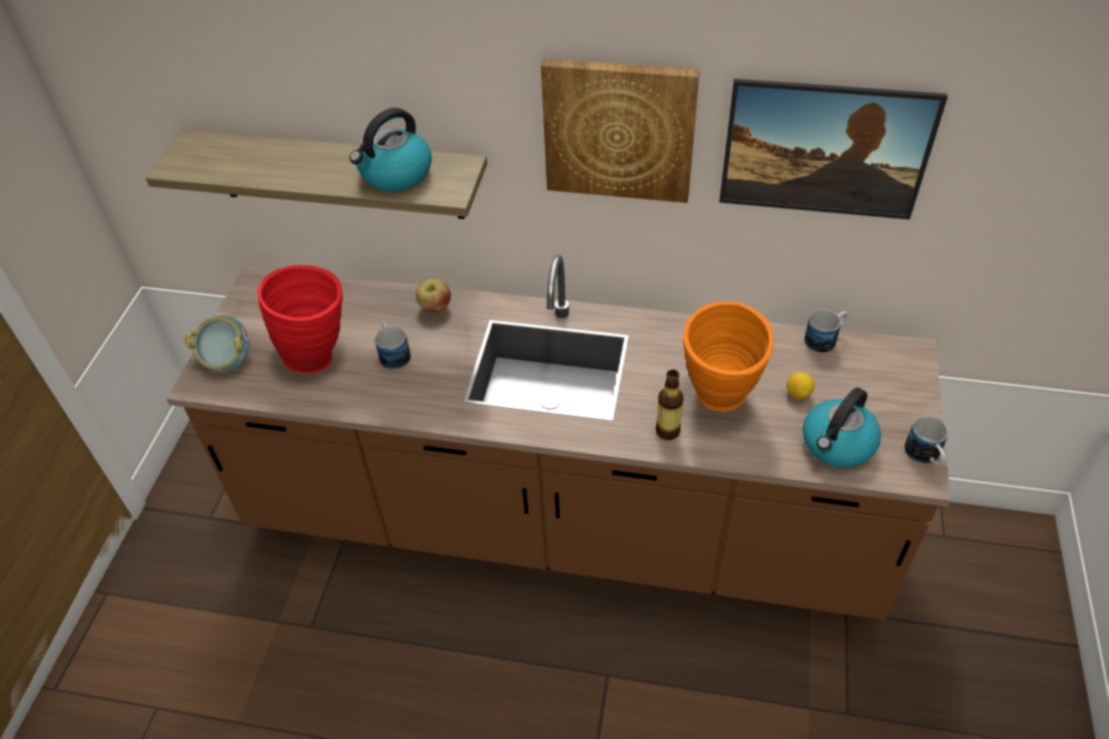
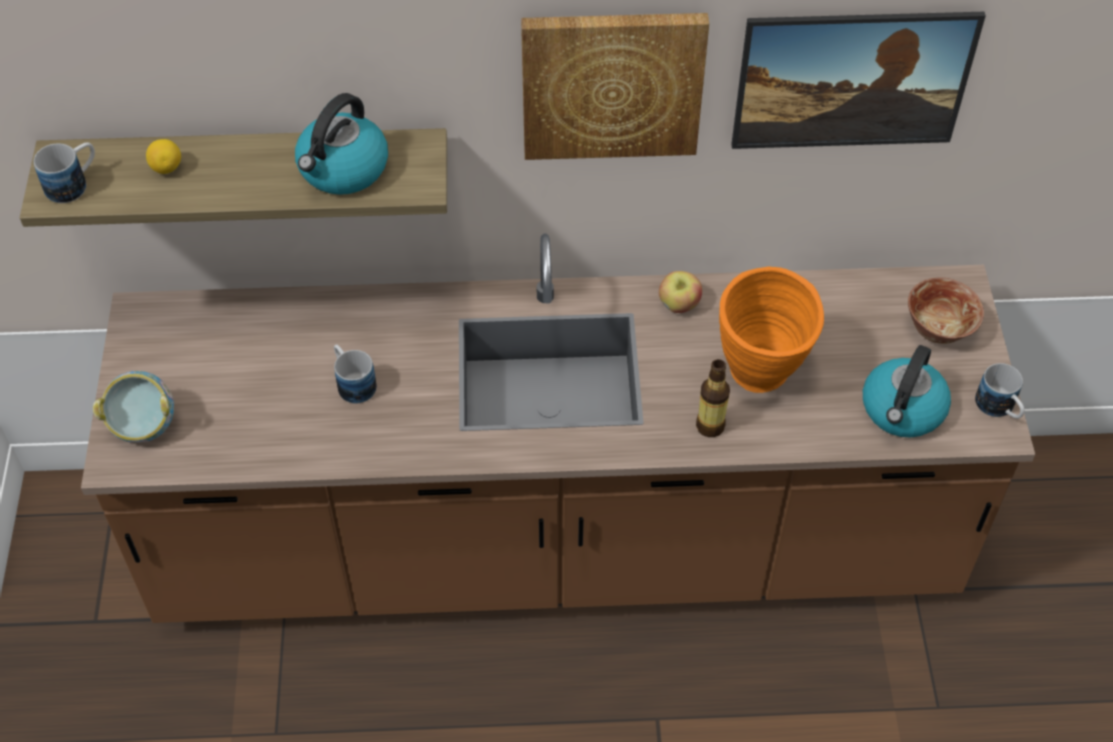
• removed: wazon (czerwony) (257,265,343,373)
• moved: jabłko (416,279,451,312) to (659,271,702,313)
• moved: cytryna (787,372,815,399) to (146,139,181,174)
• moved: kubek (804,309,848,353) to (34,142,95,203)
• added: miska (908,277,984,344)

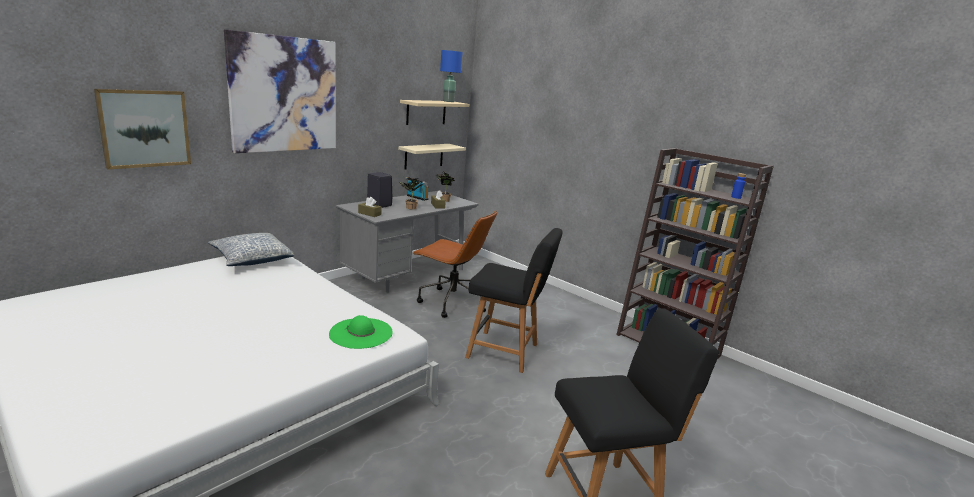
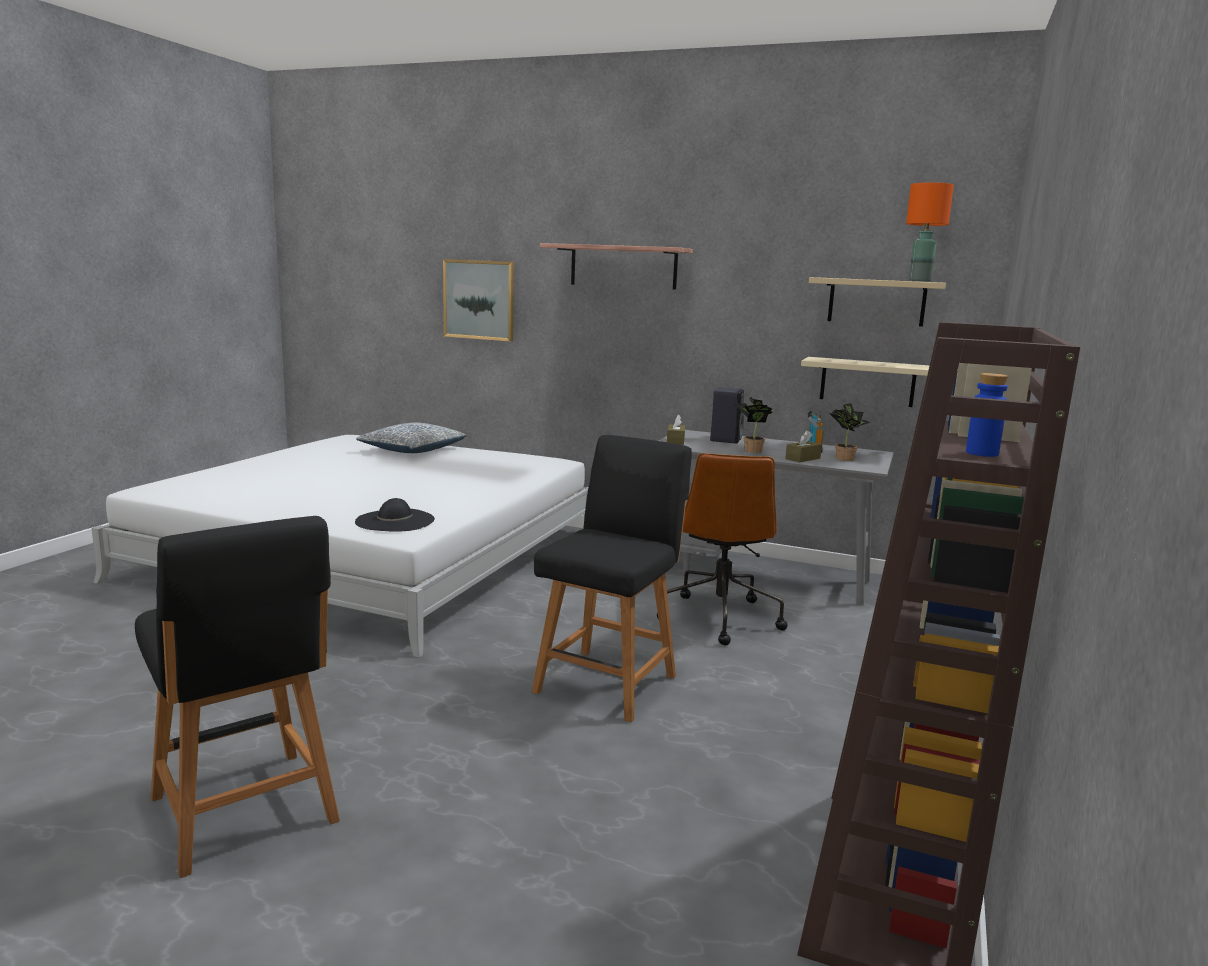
• moved: poduszka (208,233,294,266) to (356,422,466,453)
• replaced: obraz (224,29,336,153) to półka (540,243,693,290)
• recoloured: kapelusz (zielony) (329,315,393,349) to kapelusz (czarny) (355,498,435,532)
• recoloured: lampa stołowa (niebieski) (440,50,462,102) to lampa stołowa (pomarańczowy) (906,182,954,282)
• turned: krzesło (czarny) (465,228,563,373) = (532,435,692,722) 150 degrees counterclockwise

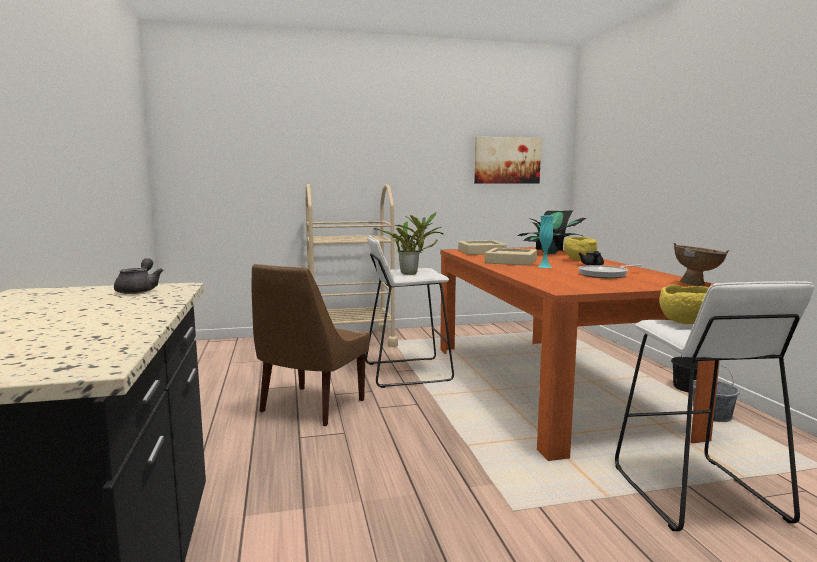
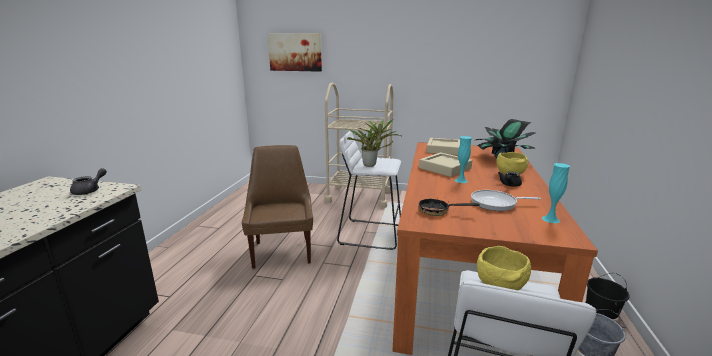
• turned: krzesło (brązowy) (252,264,370,426) = (242,145,313,269) 120 degrees clockwise
• moved: obraz (474,137,541,184) to (268,33,322,72)
• removed: miska (brązowy) (674,243,729,286)
• added: patelnia (418,198,480,216)
• added: wazon (turkusowy) (542,163,570,223)

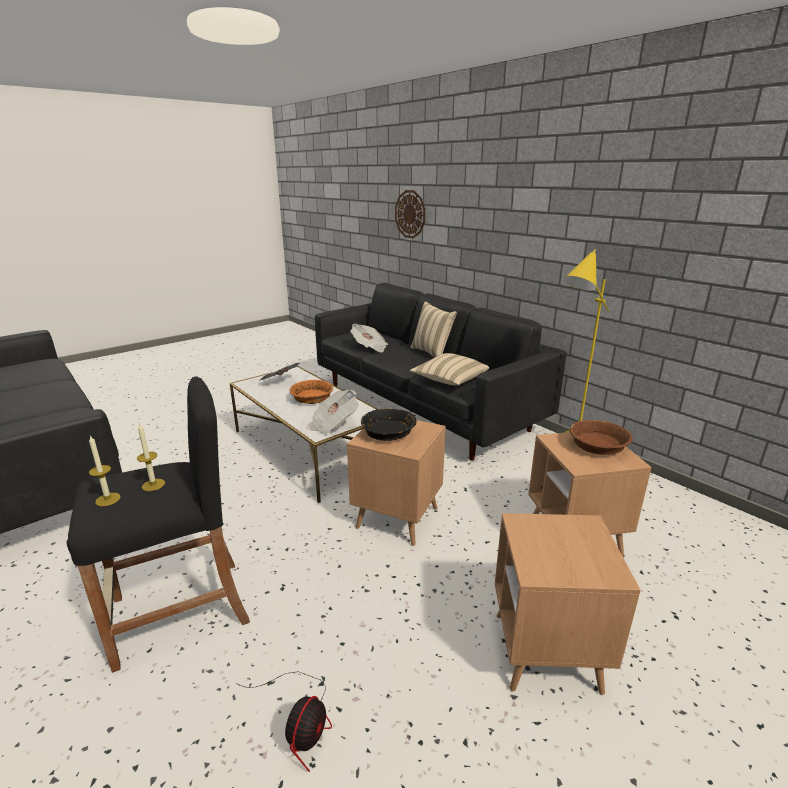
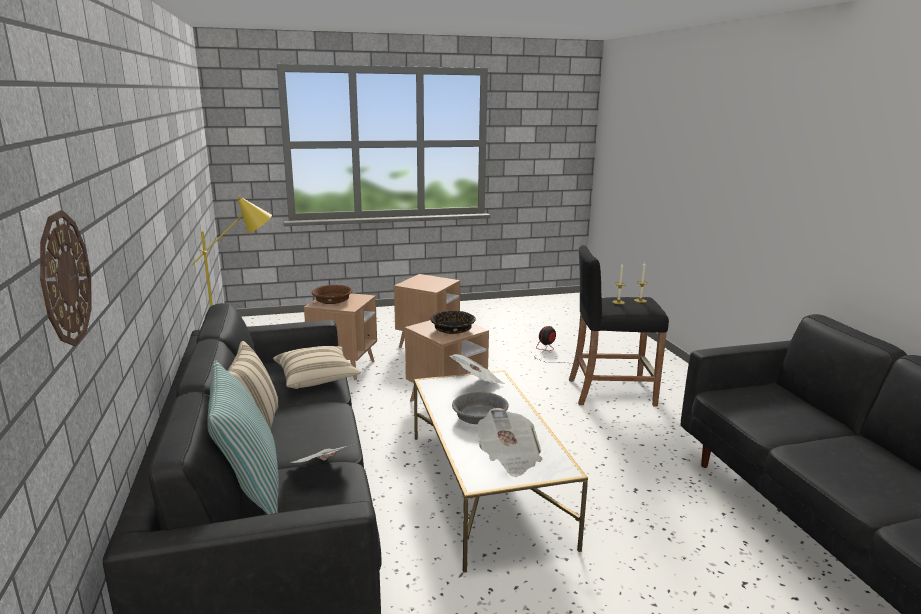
• recoloured: miska (pomarańczowy) (290,380,333,404) to miska (szary) (452,391,509,424)
• added: poduszka (207,360,279,514)

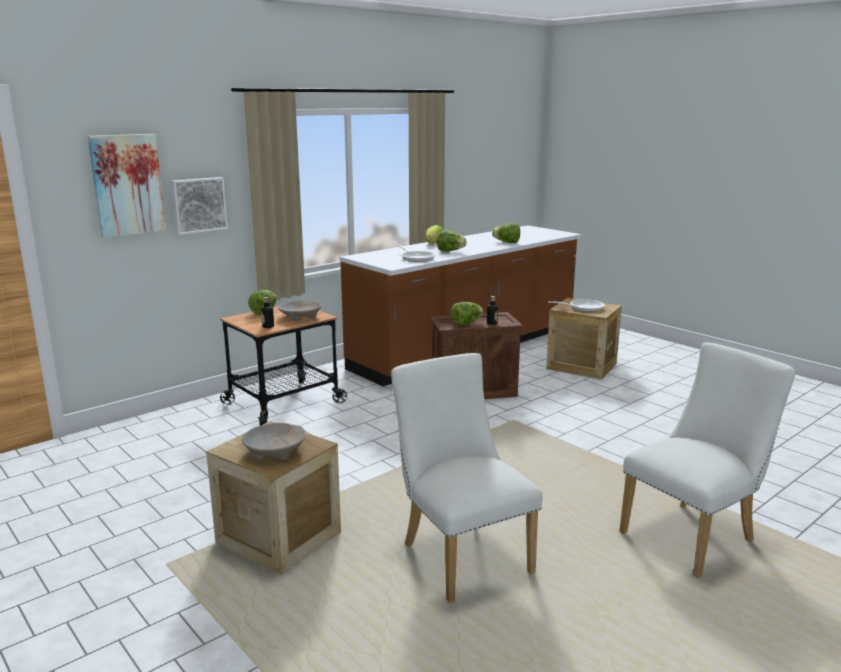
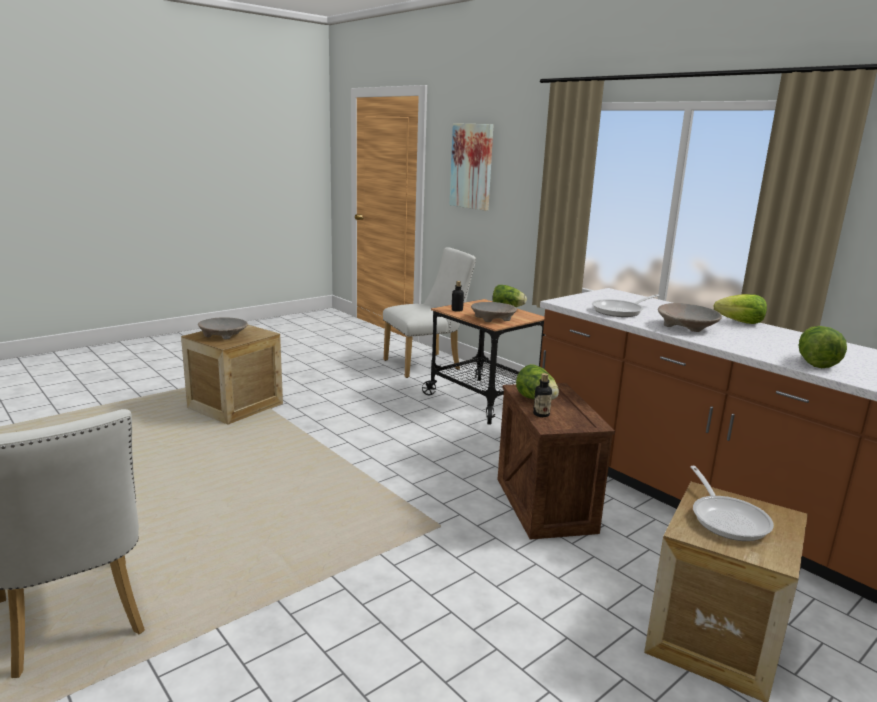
• removed: obraz (171,177,228,235)
• moved: krzesło (biały) (391,353,543,603) to (383,247,476,378)
• replaced: sałata (437,230,467,252) to miska (beżowy) (658,303,722,332)

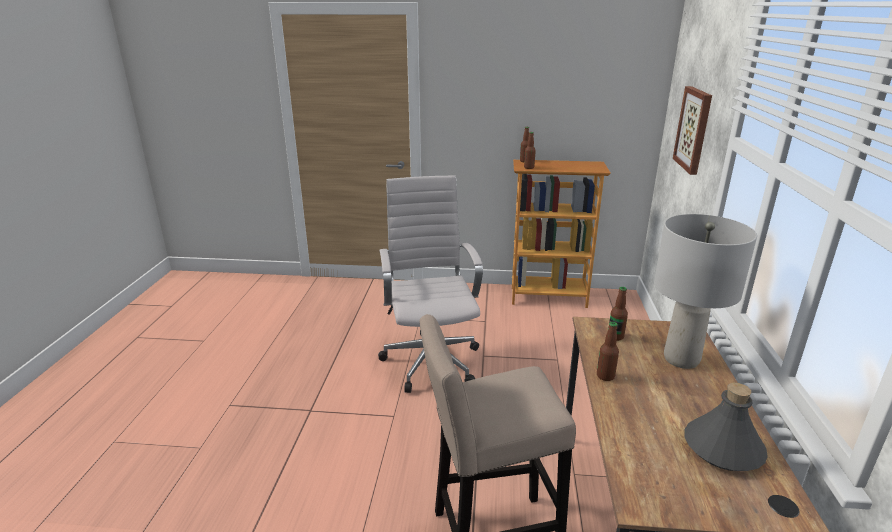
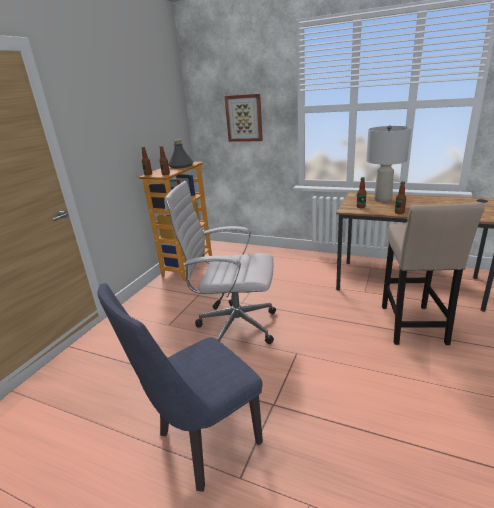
• moved: butelka (szary) (685,383,768,471) to (168,139,194,168)
• added: krzesło (niebieski) (97,283,263,492)

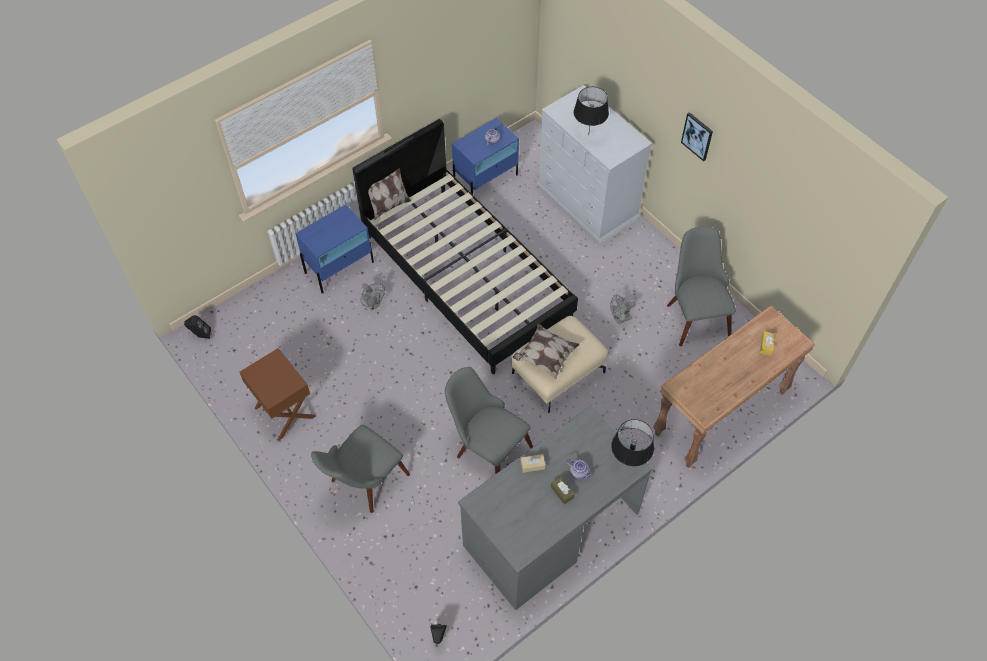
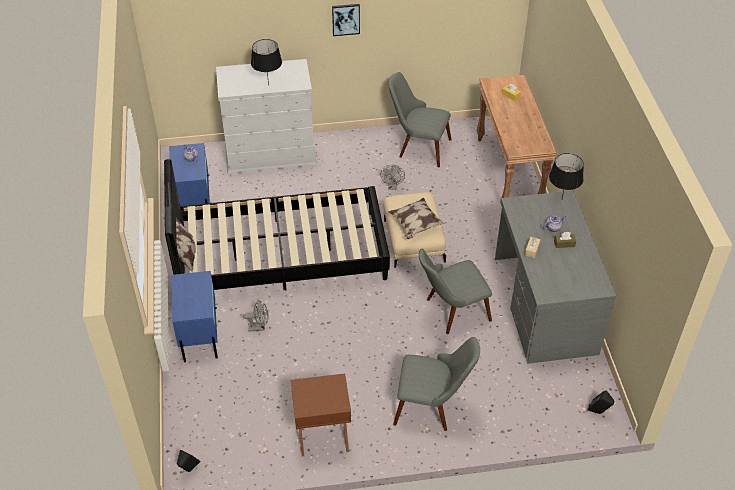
• turned: krzesło (szary) (311,425,410,513) = (393,337,480,431) 60 degrees counterclockwise

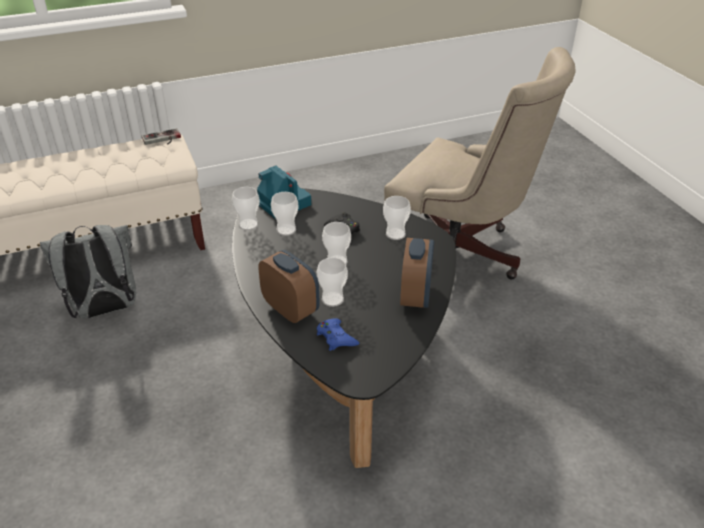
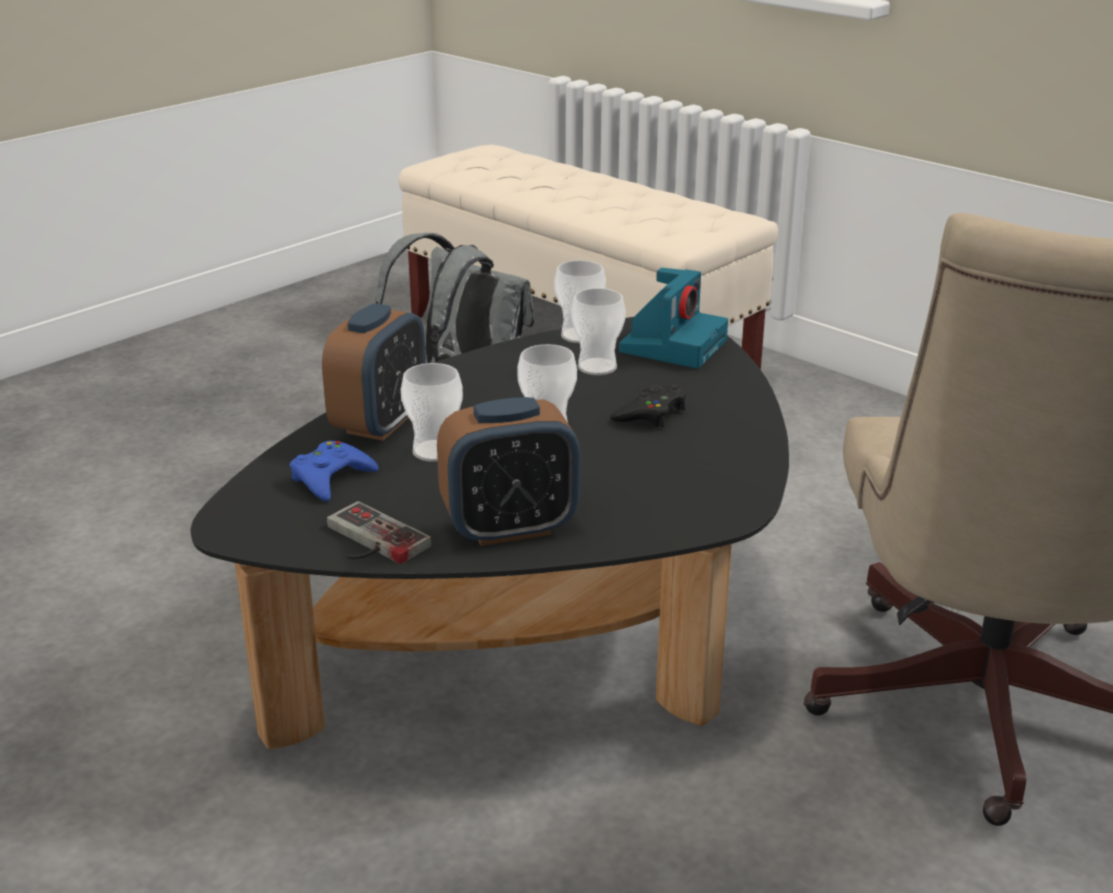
• moved: pad do gier (142,128,181,145) to (327,501,431,564)
• removed: filiżanka (383,196,411,240)

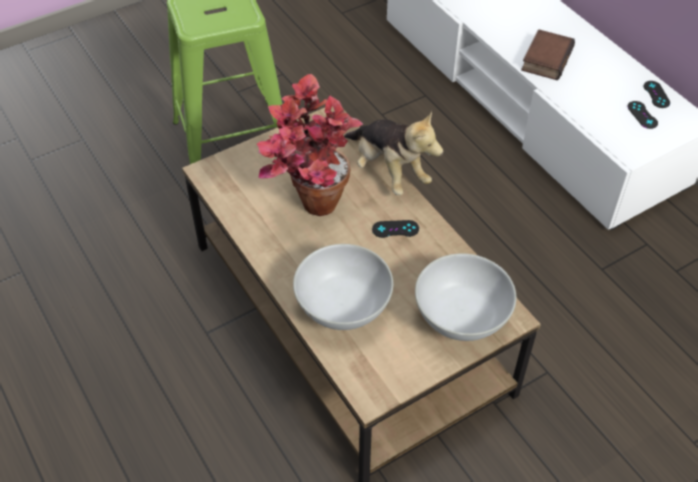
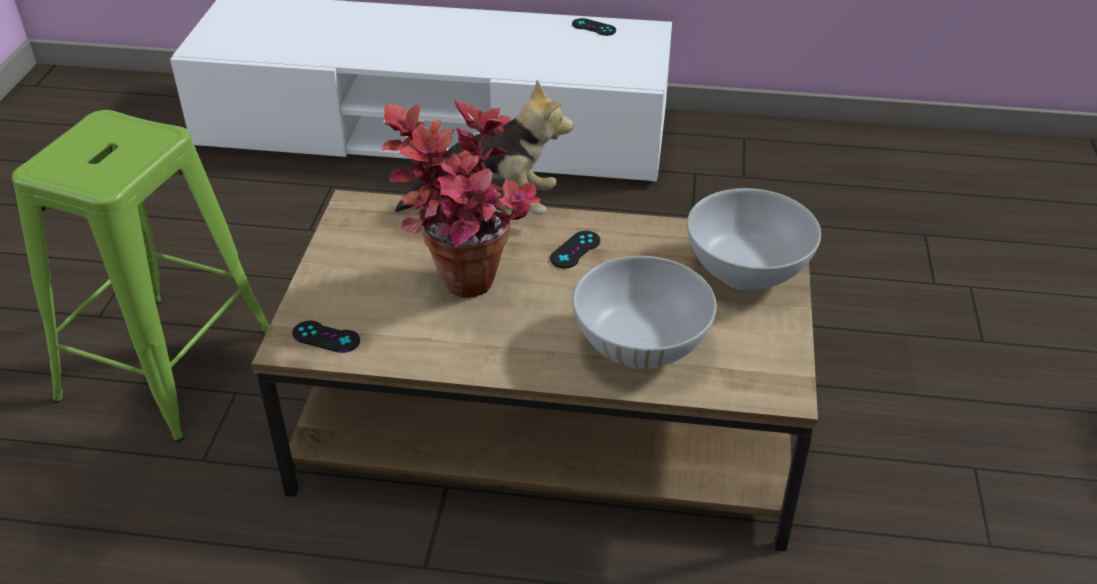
• removed: książka (521,29,575,80)
• moved: pad do gier (czarny) (627,101,658,129) to (292,321,360,353)

